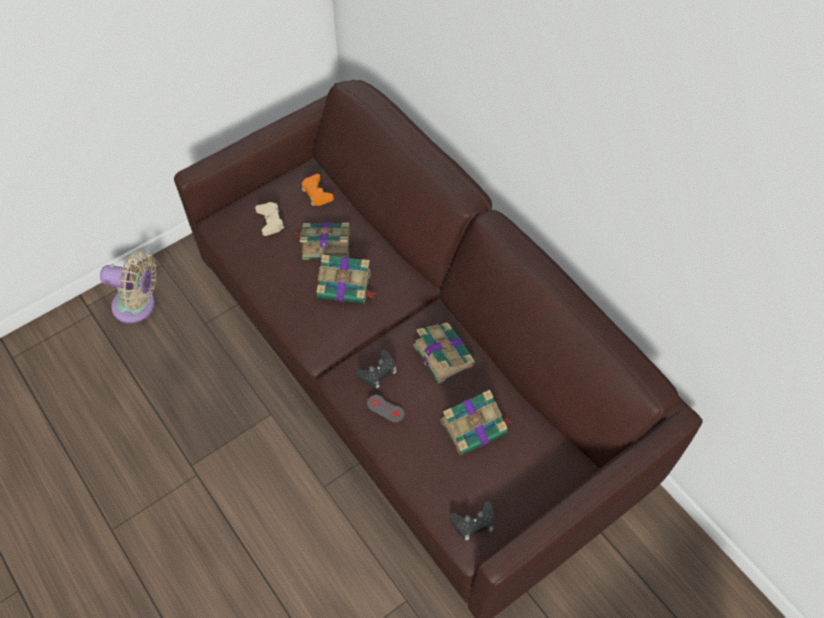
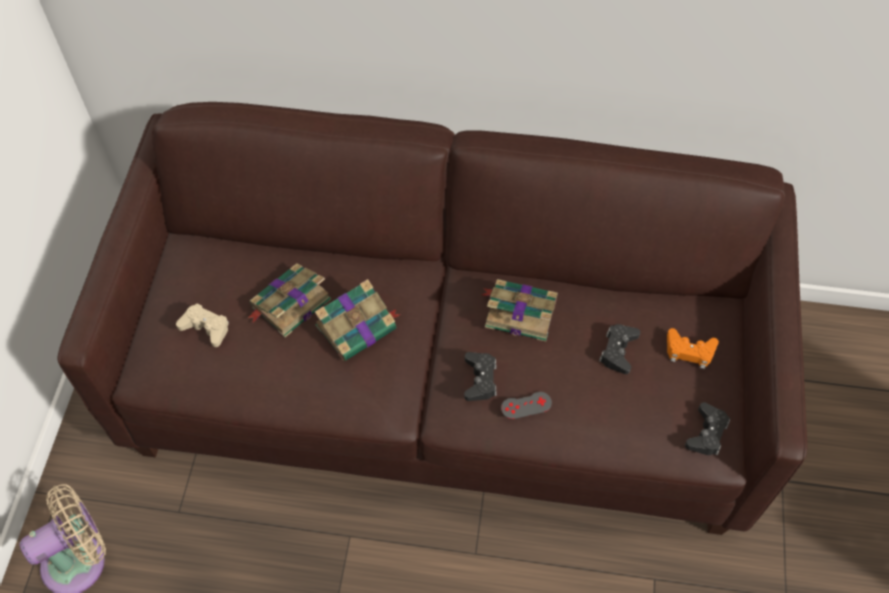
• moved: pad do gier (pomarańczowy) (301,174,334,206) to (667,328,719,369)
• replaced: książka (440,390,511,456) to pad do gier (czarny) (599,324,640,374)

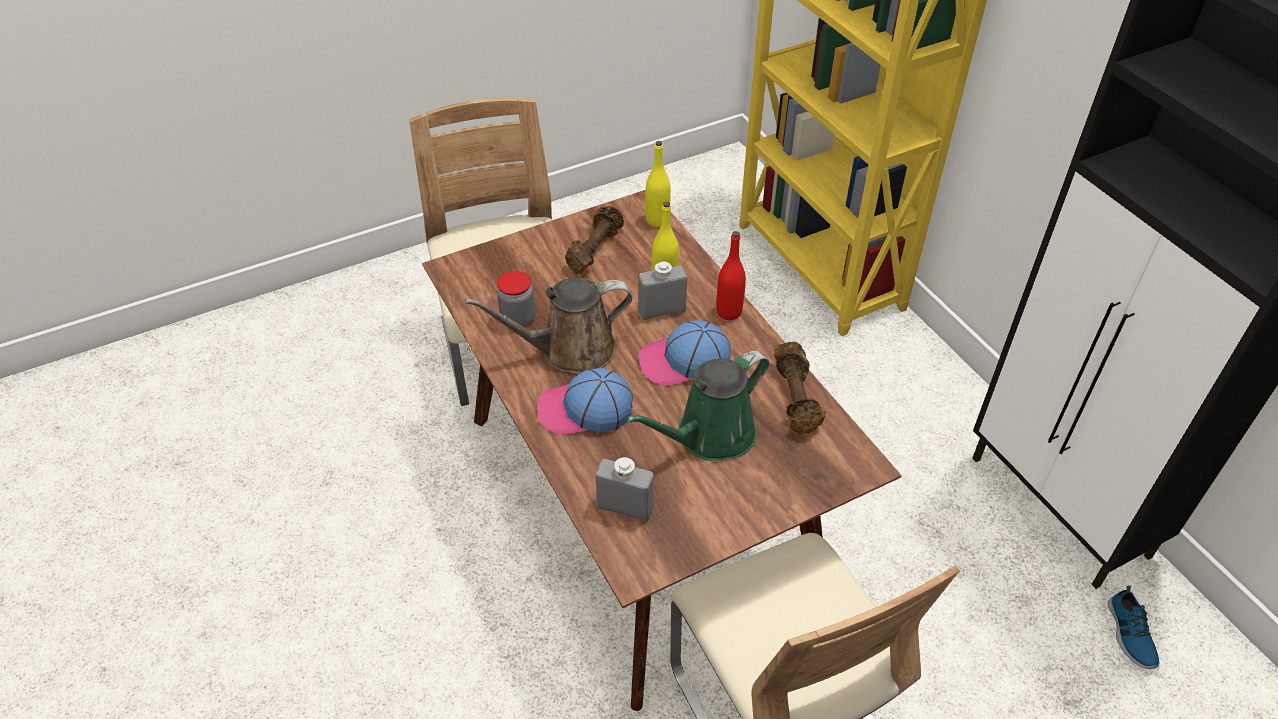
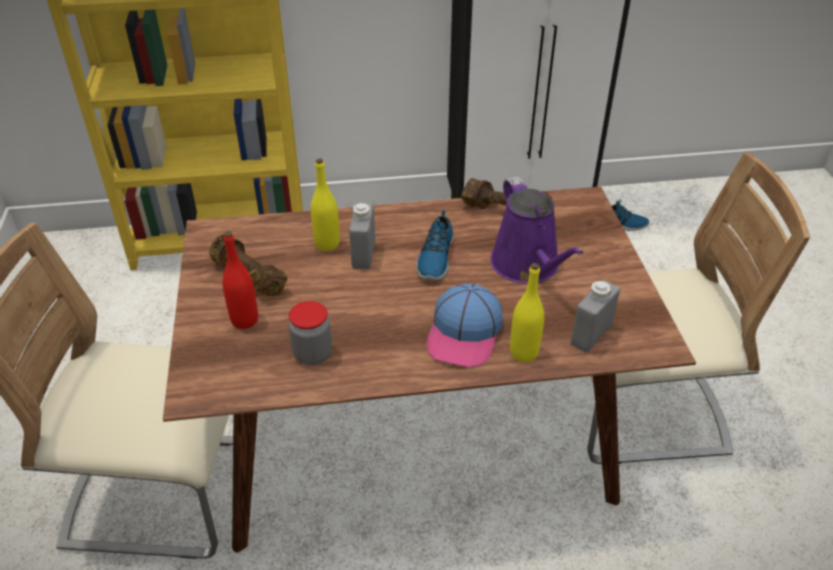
• removed: konewka (brązowy) (465,278,632,373)
• recoloured: konewka (zielony) (626,351,769,461) to konewka (fioletowy) (490,177,583,283)
• replaced: czapka z daszkiem (639,320,731,386) to but (416,209,454,280)
• moved: butelka (żółty) (645,141,671,227) to (510,263,544,362)
• moved: butelka (czerwony) (716,231,746,320) to (222,231,258,329)

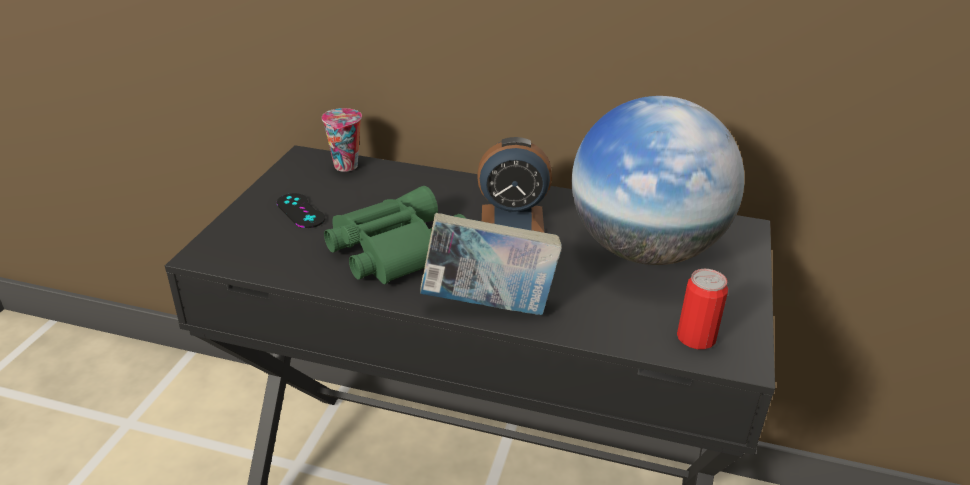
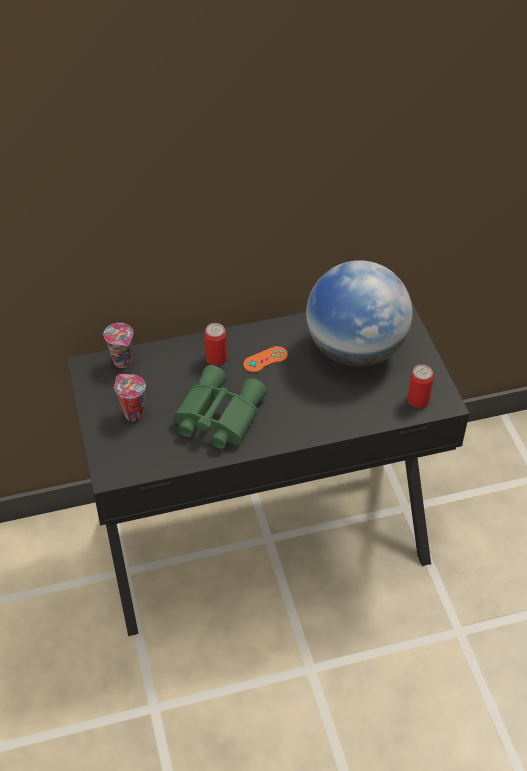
• replaced: pad do gier (czarny) (277,193,325,228) to filiżanka (114,374,146,421)
• removed: książka (420,213,562,315)
• replaced: budzik (477,137,552,233) to pad do gier (pomarańczowy) (243,346,288,373)
• added: puszka (204,323,227,365)

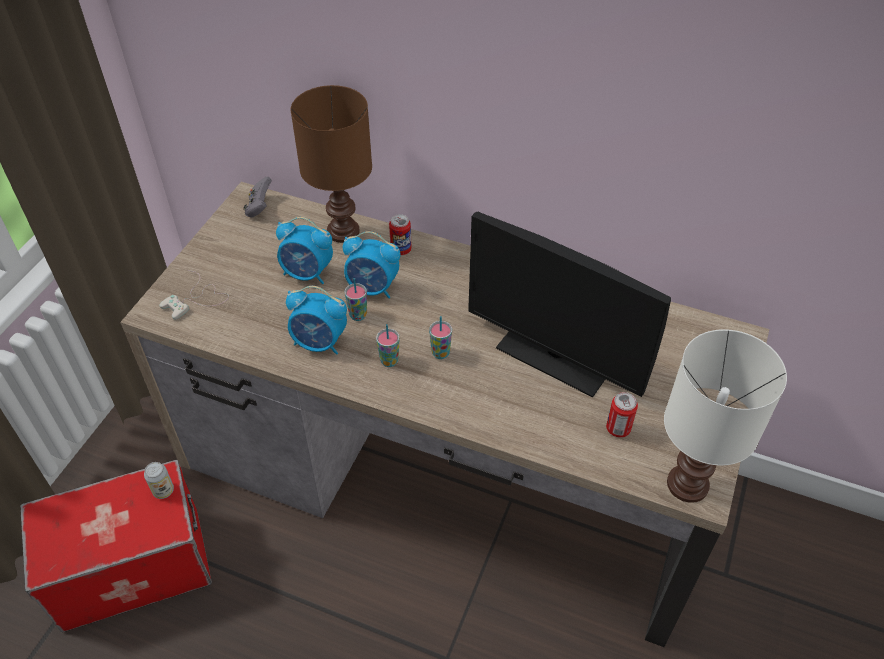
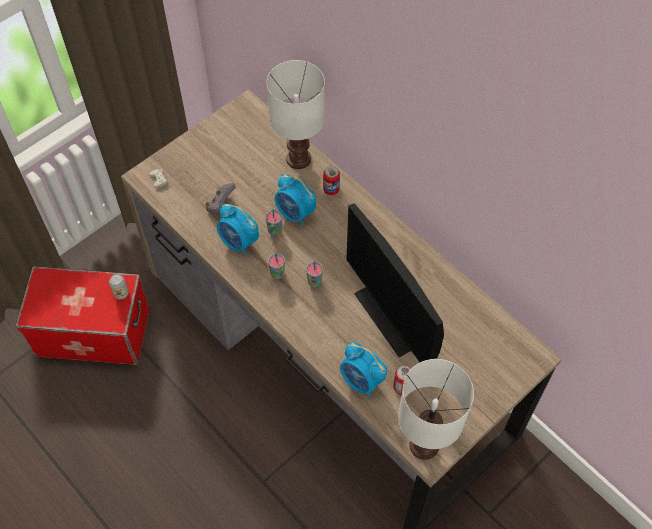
• moved: pad do gier (szary) (243,177,272,218) to (205,183,236,213)
• moved: budzik (276,217,333,284) to (340,342,387,397)
• recoloured: lampa stołowa (brązowy) (291,85,372,243) to lampa stołowa (biały) (267,60,325,169)

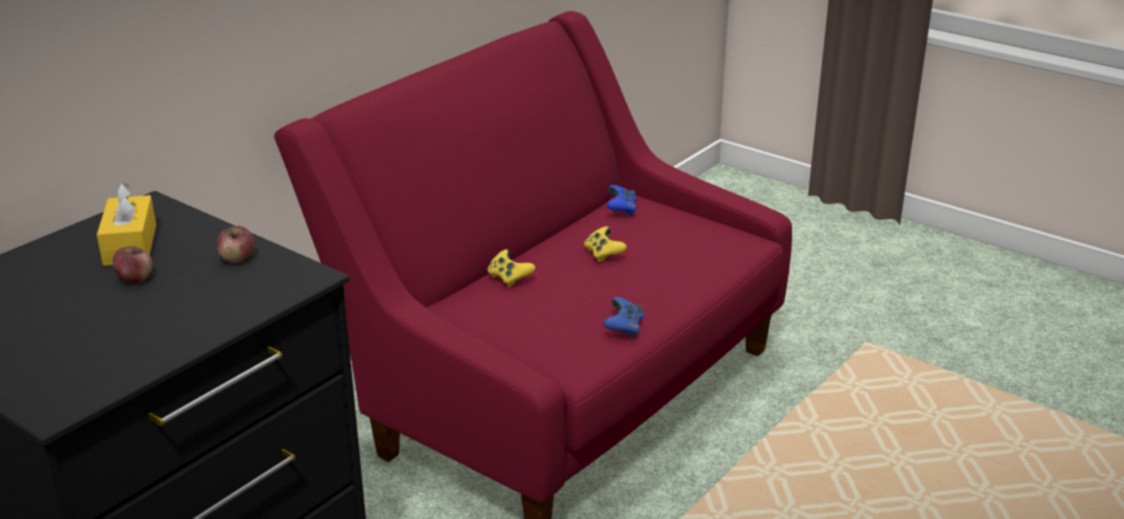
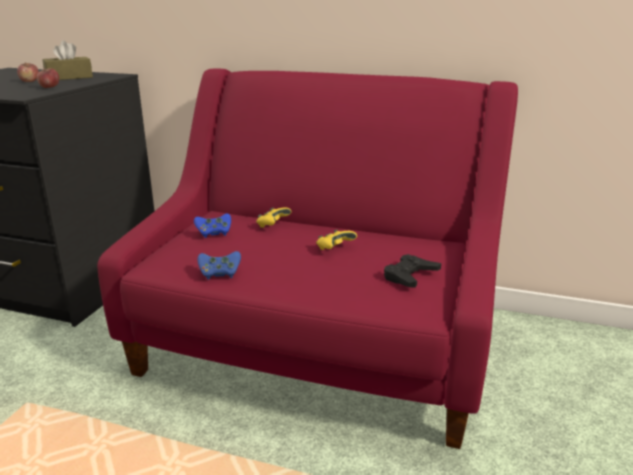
• recoloured: pudełko chusteczek (żółty) (97,182,156,266) to pudełko chusteczek (brązowy) (42,40,93,80)
• moved: pad do gier (niebieski) (607,185,637,216) to (194,213,231,238)
• added: pad do gier (czarny) (384,254,441,288)

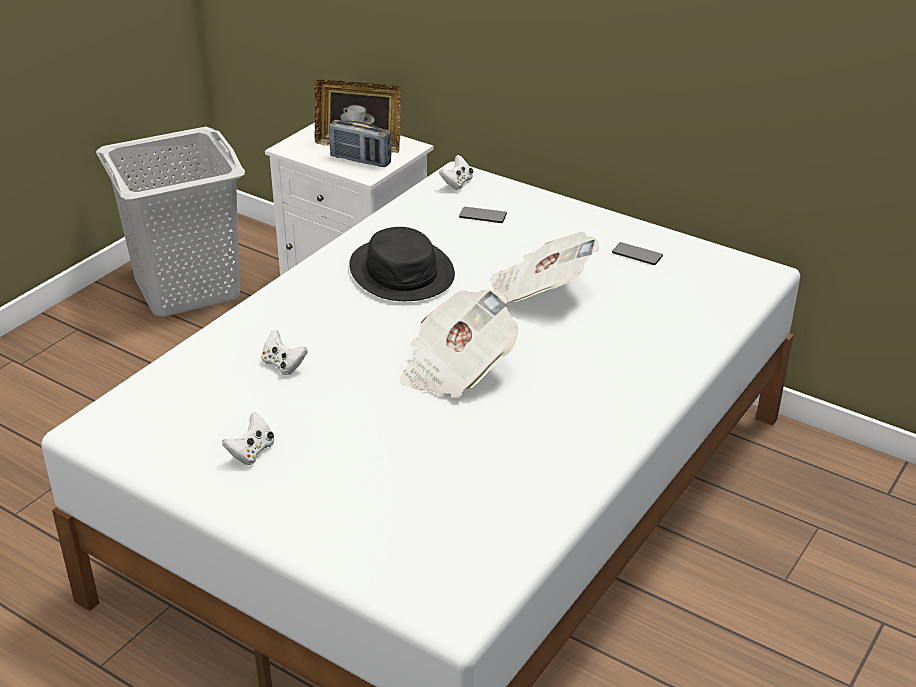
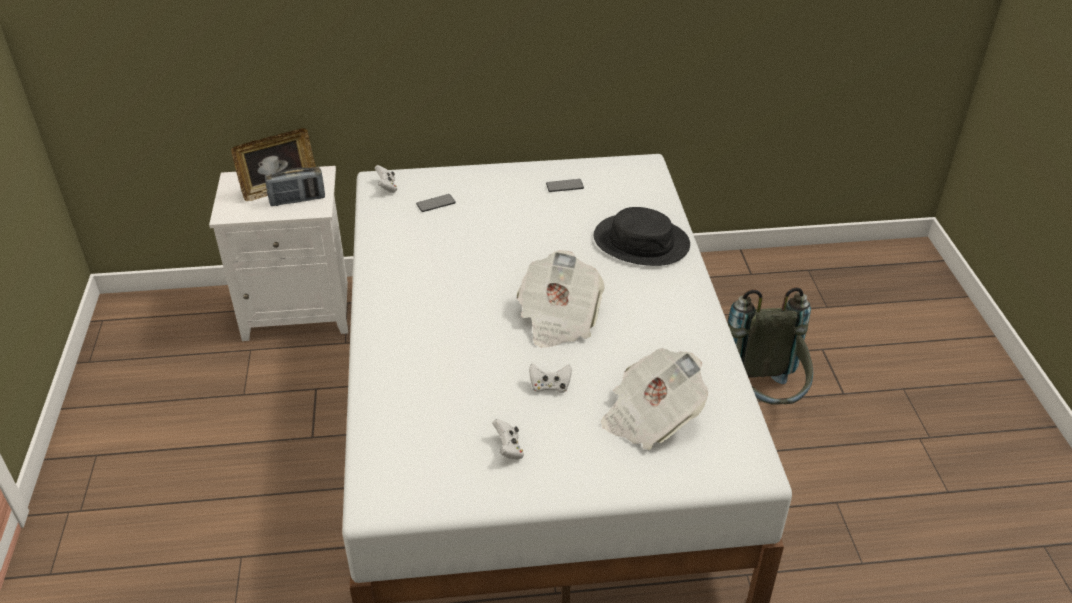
• removed: kosz na pranie (szary) (96,127,245,317)
• moved: pad do gier (biały) (261,330,308,375) to (529,363,572,393)
• moved: kapelusz (czarny) (349,227,455,301) to (594,207,690,266)
• moved: gazeta (490,232,599,303) to (601,348,708,450)
• added: plecak (szary) (728,287,813,405)

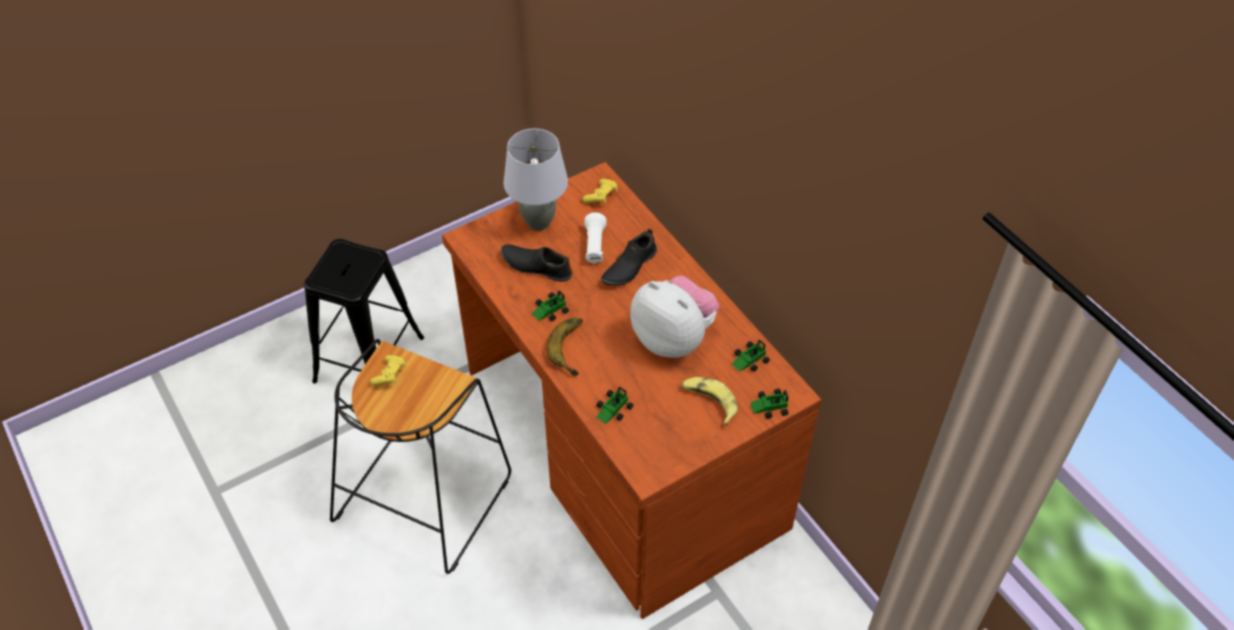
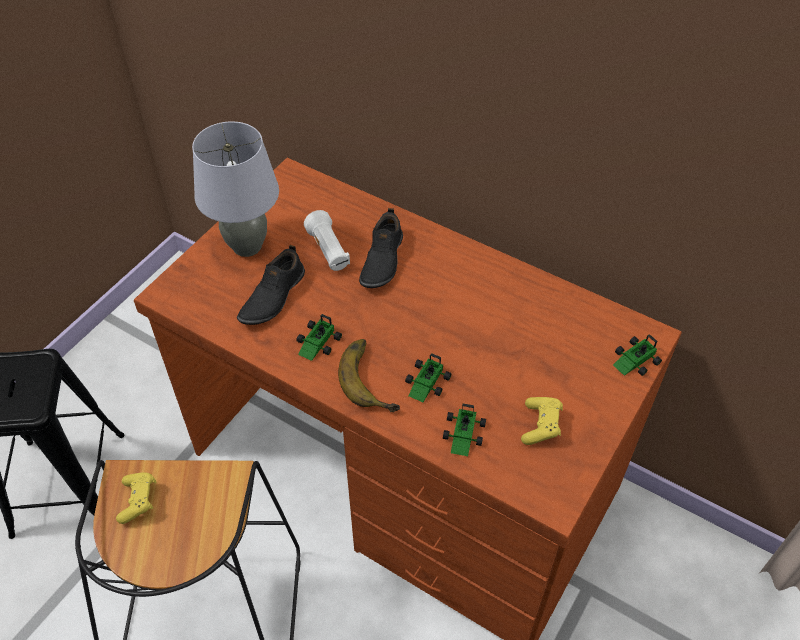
• turned: but (czarny) (501,244,572,282) = (237,245,305,325) 60 degrees counterclockwise
• moved: pad do gier (żółty) (583,179,618,203) to (521,397,563,445)
• removed: pluszak (630,276,719,358)
• removed: banan (681,377,738,425)
• moved: samochodzik (732,340,770,372) to (405,353,452,402)

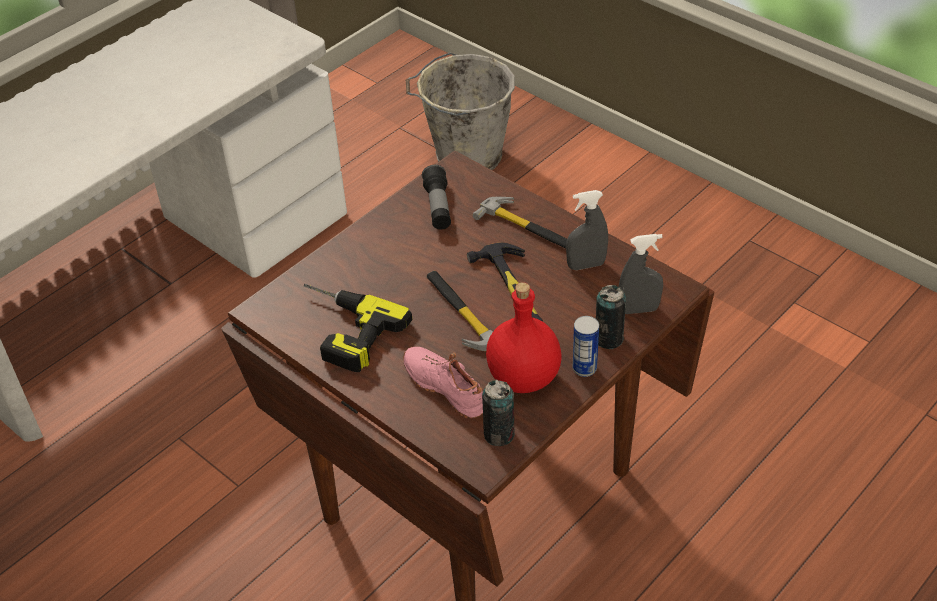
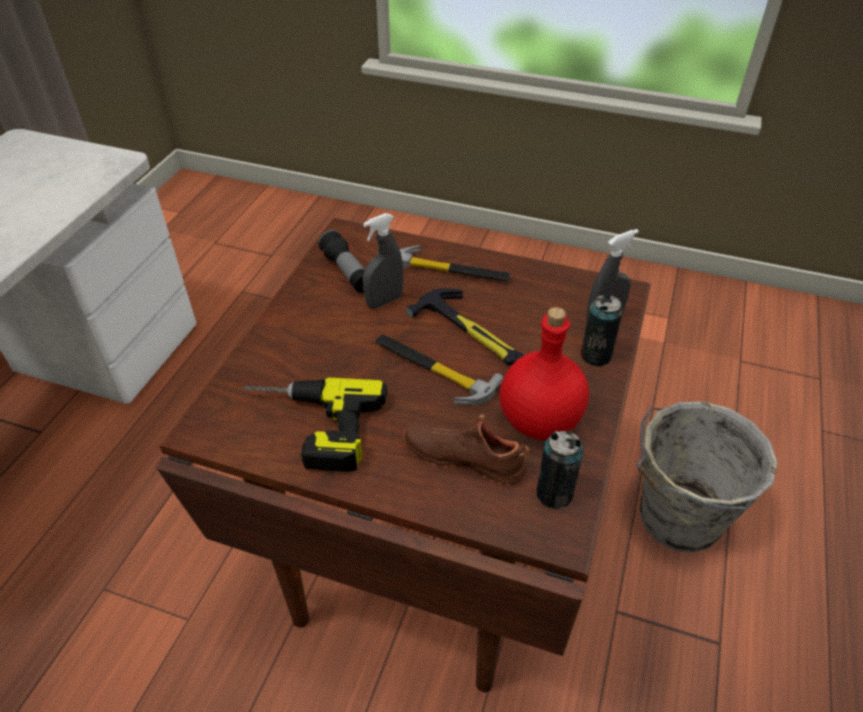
• recoloured: but (różowy) (403,347,483,418) to but (brązowy) (403,414,529,486)
• moved: wiadro (szary) (406,52,515,170) to (637,401,778,553)
• moved: spryskiwacz (szary) (566,190,608,270) to (363,213,403,308)
• removed: puszka (573,316,599,377)

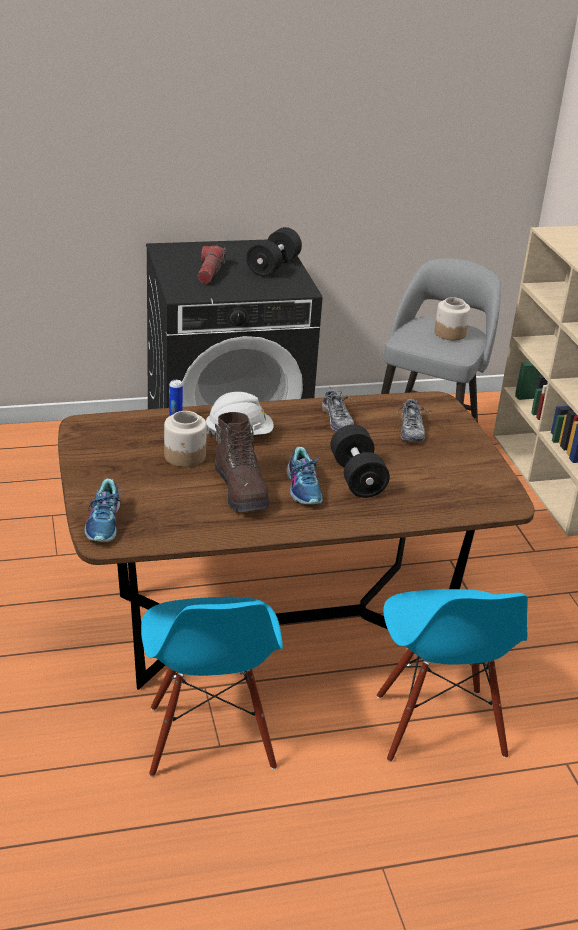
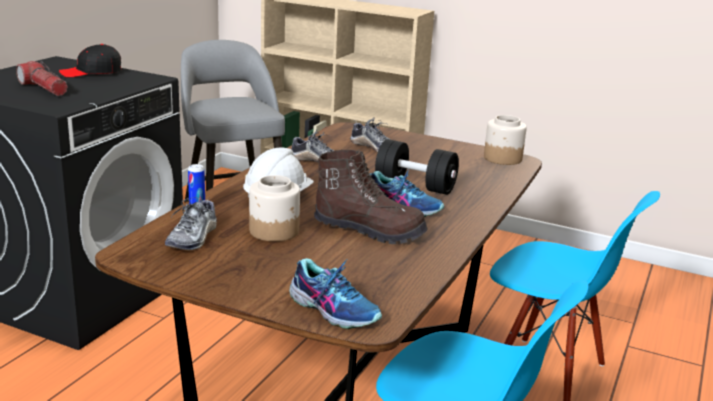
• replaced: hantel (czarny) (246,227,302,277) to czapka z daszkiem (czarny) (59,44,121,77)
• moved: słoik (434,297,470,340) to (484,115,527,165)
• added: but (165,197,217,250)

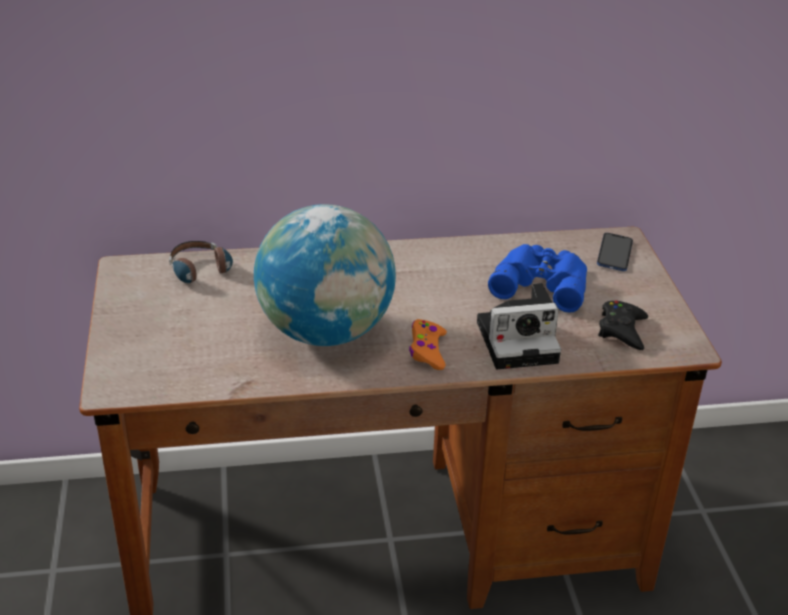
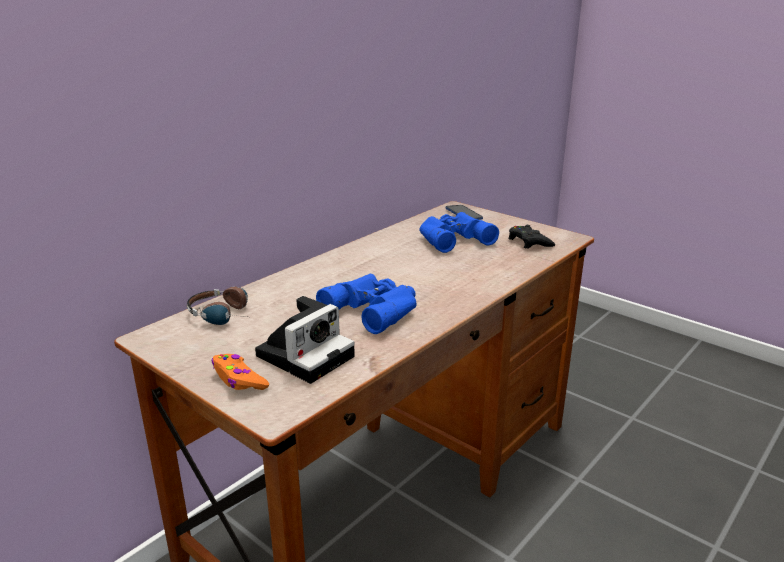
• replaced: globus (254,204,396,346) to lornetka (niebieski) (316,274,417,334)
• moved: pad do gier (pomarańczowy) (409,319,447,370) to (212,354,269,390)
• moved: aparat fotograficzny (477,283,561,370) to (255,296,355,384)

